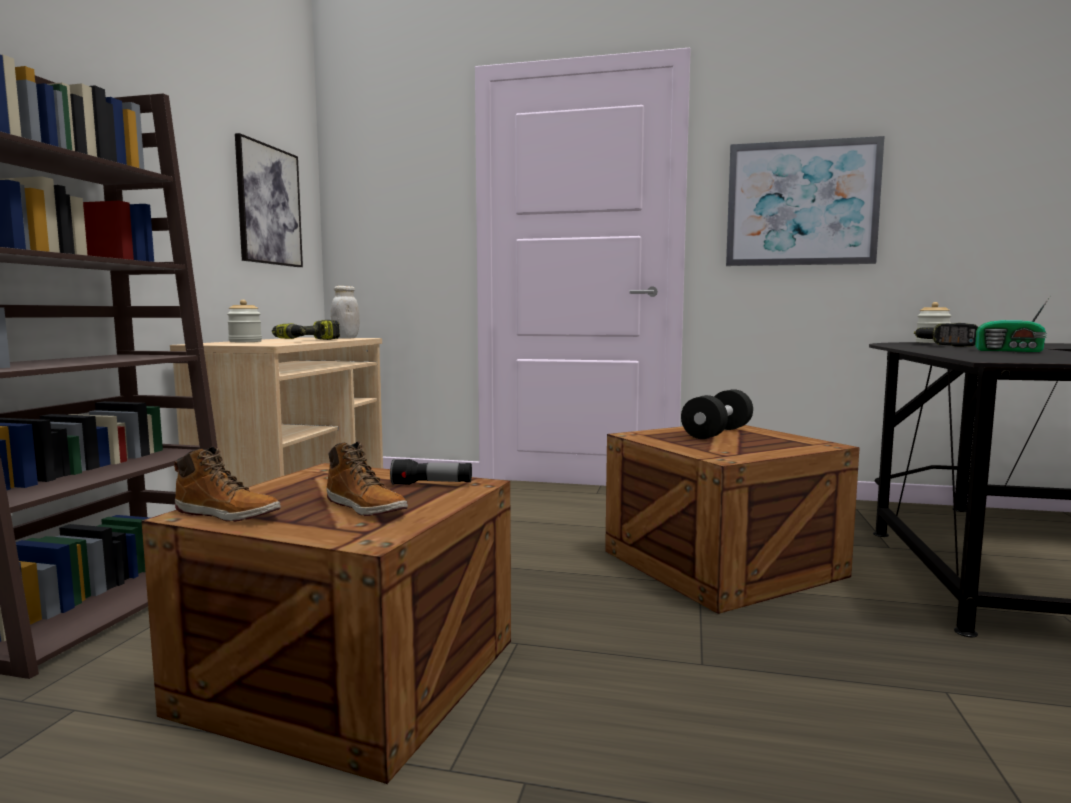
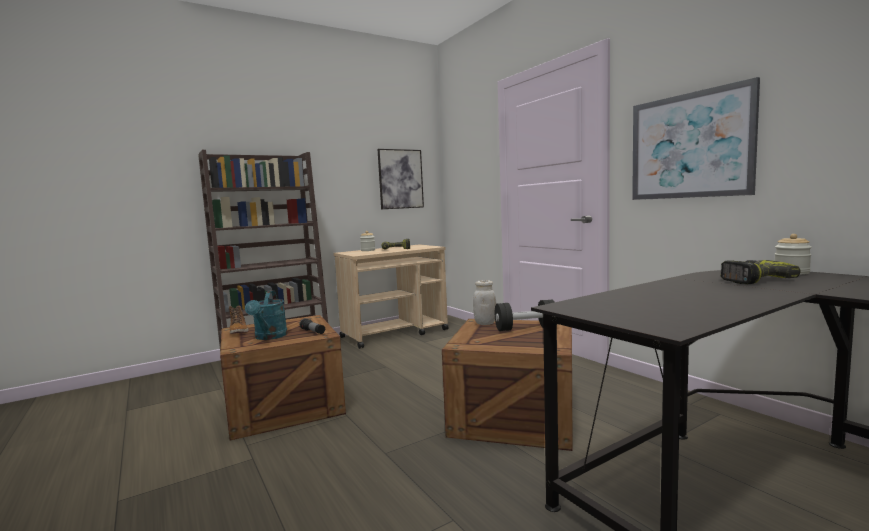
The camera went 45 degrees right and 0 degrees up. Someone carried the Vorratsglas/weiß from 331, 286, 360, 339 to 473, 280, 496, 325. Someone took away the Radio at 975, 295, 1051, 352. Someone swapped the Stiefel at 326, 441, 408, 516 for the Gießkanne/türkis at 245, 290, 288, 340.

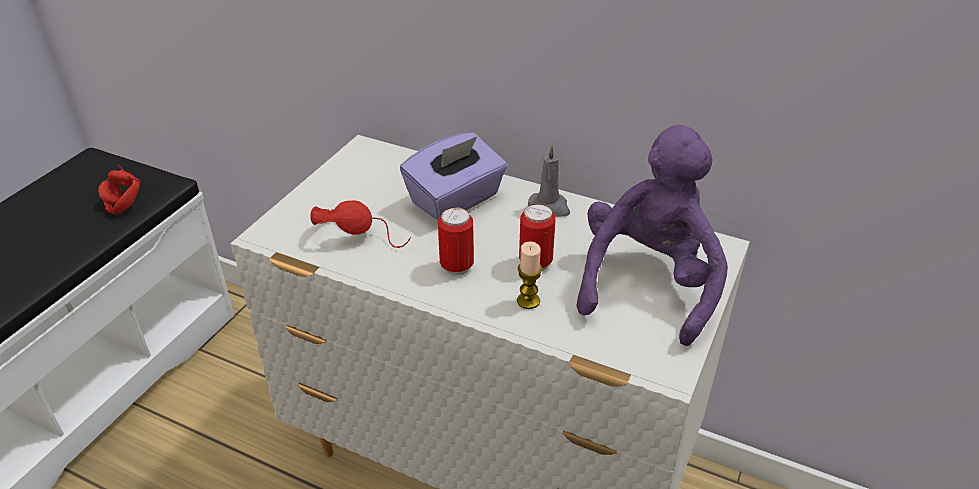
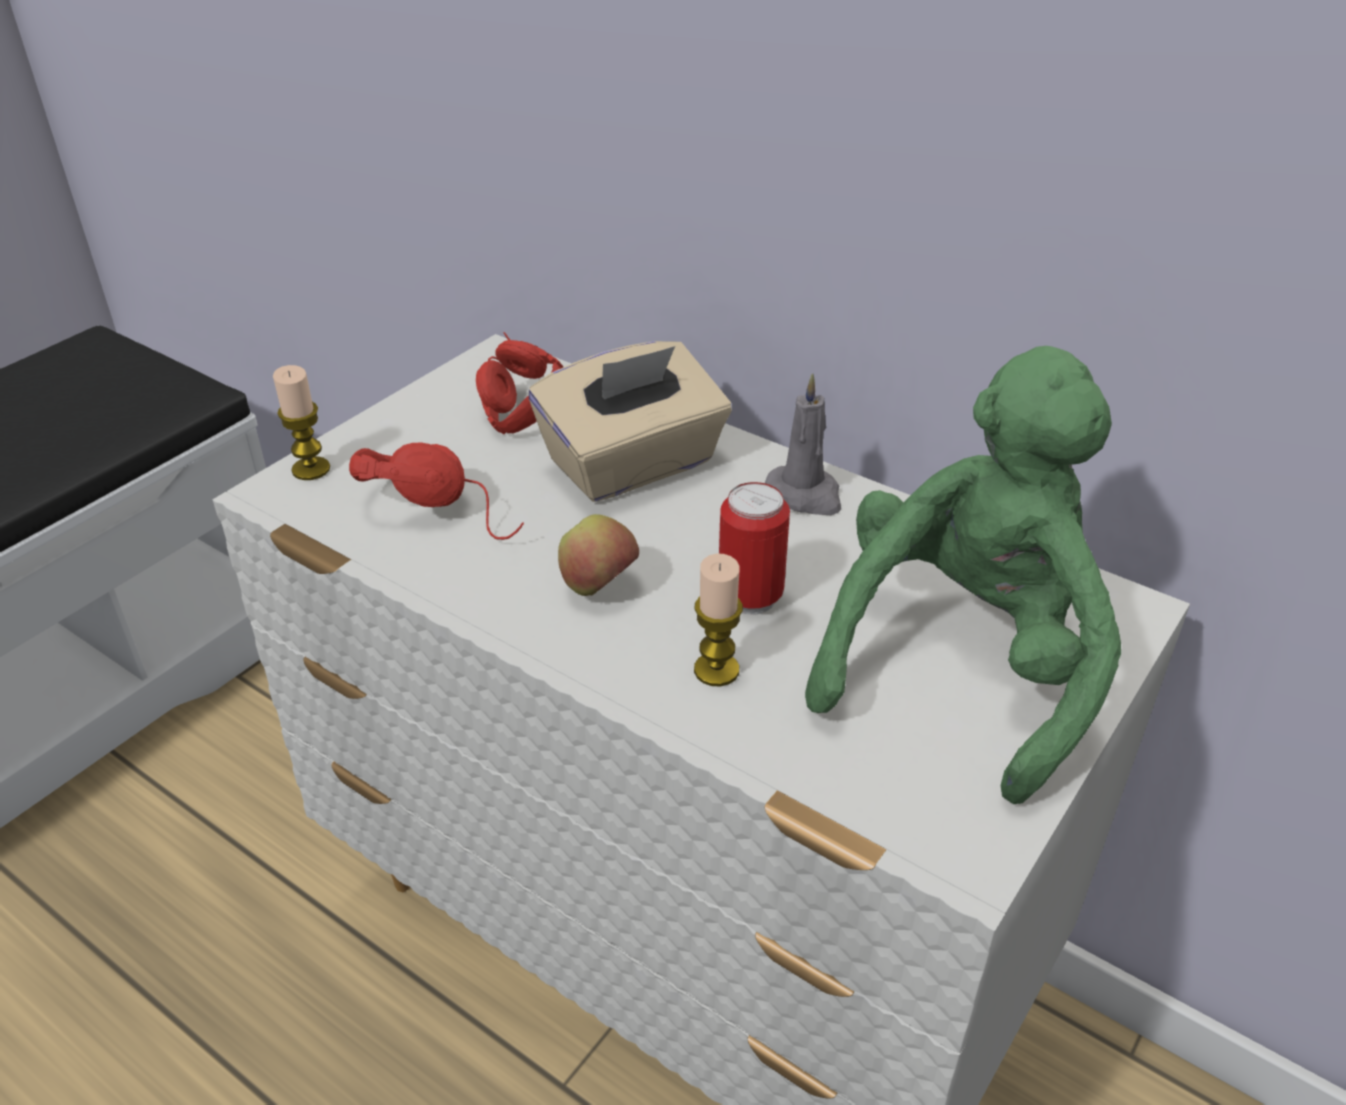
The camera went 10 degrees right and 0 degrees up. Someone repainted the Plüschtier/lila at 577, 125, 728, 346, which became the Plüschtier/grün at 805, 346, 1121, 804. Someone repainted the Taschentuchbox/lila at 400, 132, 507, 221, which became the Taschentuchbox/beige at 529, 341, 732, 502. Someone carried the Kopfhörer/rot from 98, 164, 141, 214 to 476, 332, 563, 434. Someone swapped the Dose at 438, 207, 474, 275 for the Apfel at 558, 514, 639, 596. Someone put down the Kerze at 273, 365, 330, 480.

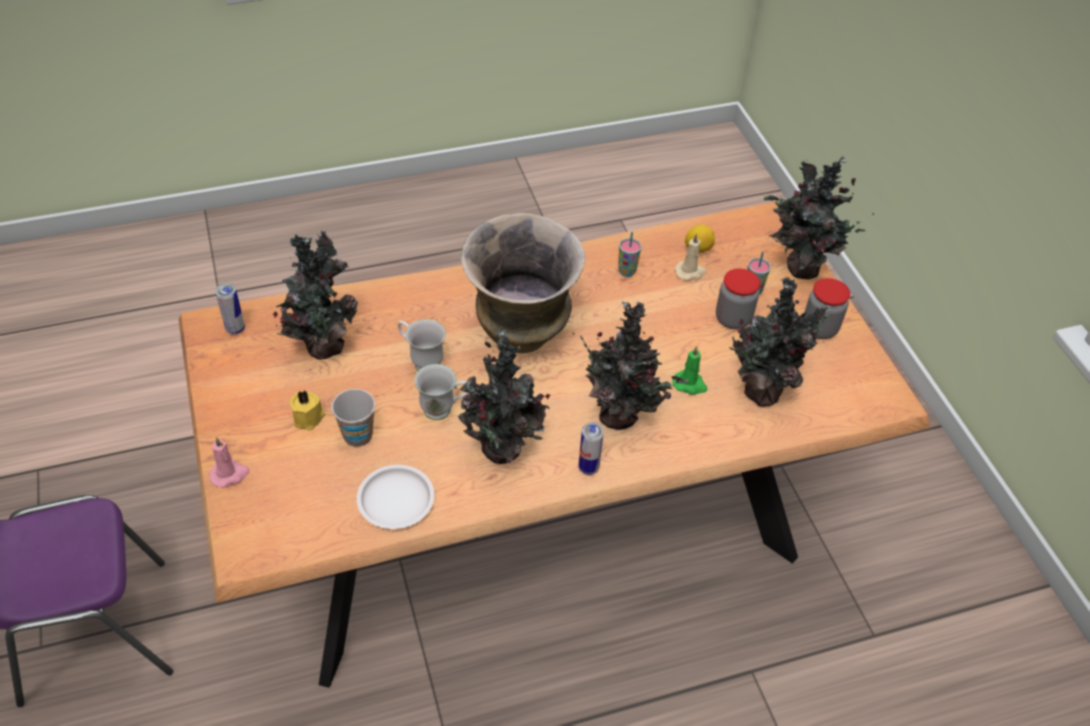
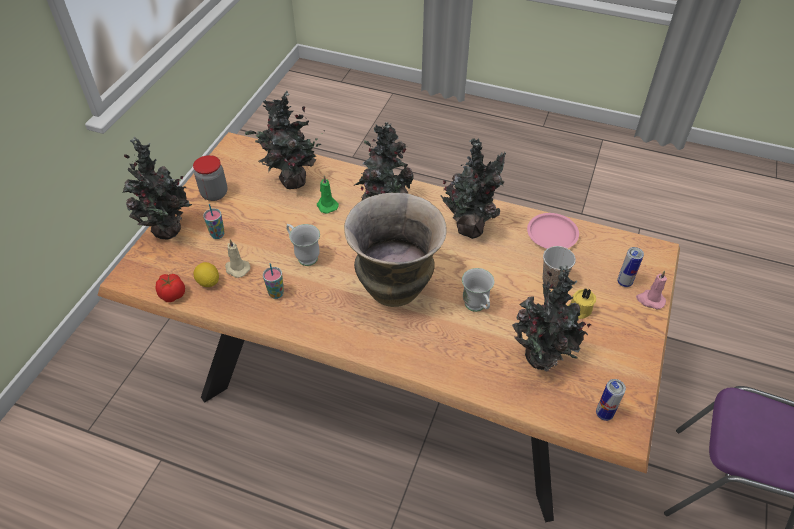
The camera went 140 degrees left and 0 degrees up. Someone took away the Vorratsglas at 716, 269, 760, 329. Someone carried the Henkelbecher/weiß from 414, 364, 469, 420 to 286, 224, 320, 266. Someone carried the Dose from 579, 422, 604, 475 to 617, 247, 644, 287. Someone repainted the Teller/weiß at 357, 465, 434, 529, which became the Teller/rosa at 527, 213, 579, 249. Someone put down the Tomate at 156, 273, 185, 302.

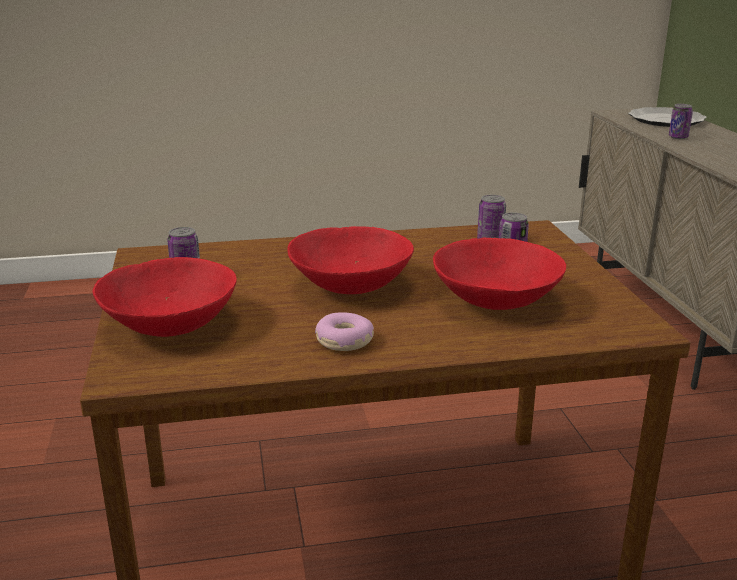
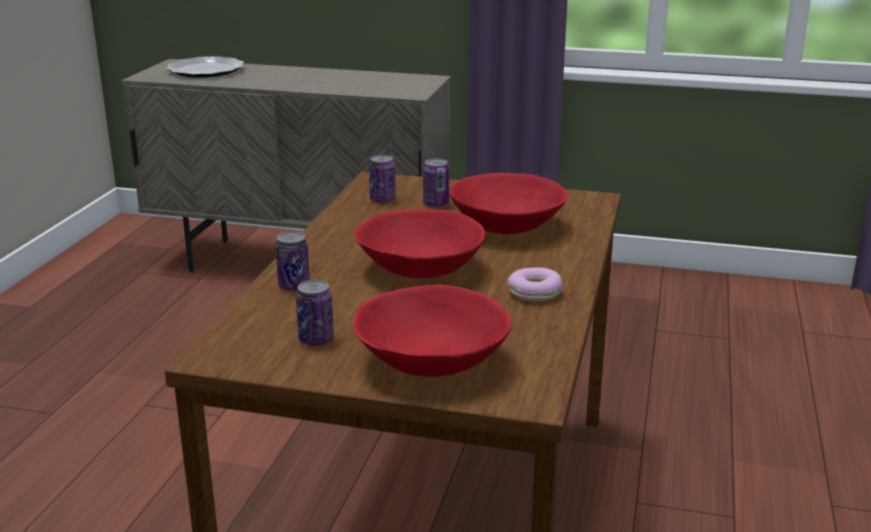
The camera went 65 degrees left and 0 degrees up. Someone carried the Dose from 669, 104, 693, 139 to 276, 232, 310, 291.

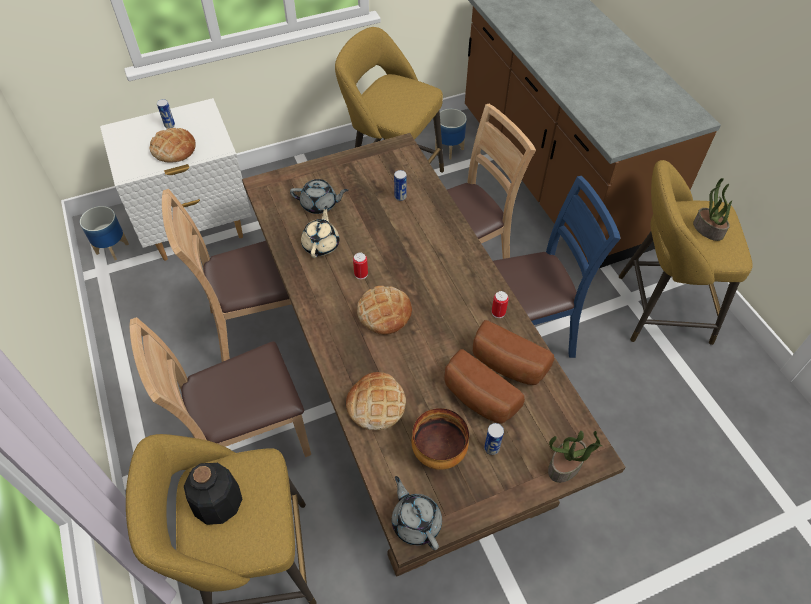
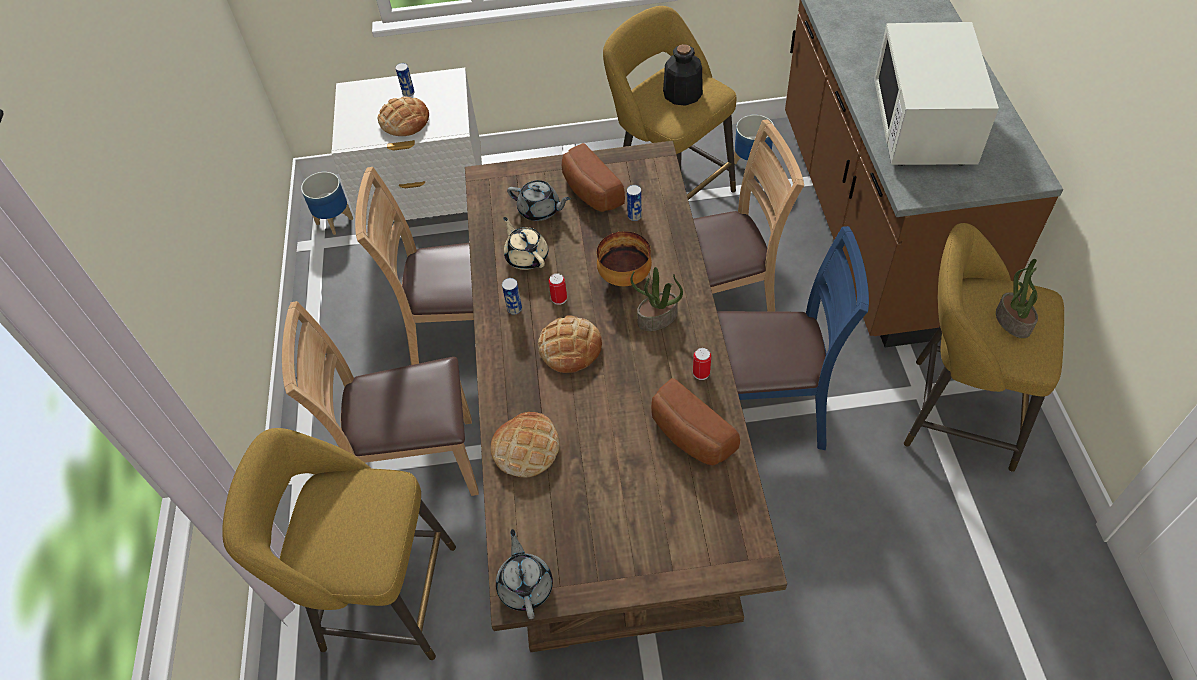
The camera went 20 degrees right and 0 degrees up. Someone rotated the Teekanne/beige at 301, 206, 339, 258 by 60 degrees counterclockwise. Someone carried the Brot from 444, 349, 525, 423 to 562, 143, 625, 212. Someone carried the Schüssel from 411, 408, 469, 470 to 597, 231, 652, 286. Someone carried the Dose from 484, 423, 504, 455 to 502, 278, 522, 315. Someone carried the Topfpflanze from 548, 431, 602, 483 to 631, 267, 683, 331. Someone carried the Flasche from 184, 463, 242, 525 to 663, 44, 703, 106. Someone put down the Mikrowelle/weiß at 874, 22, 999, 166.

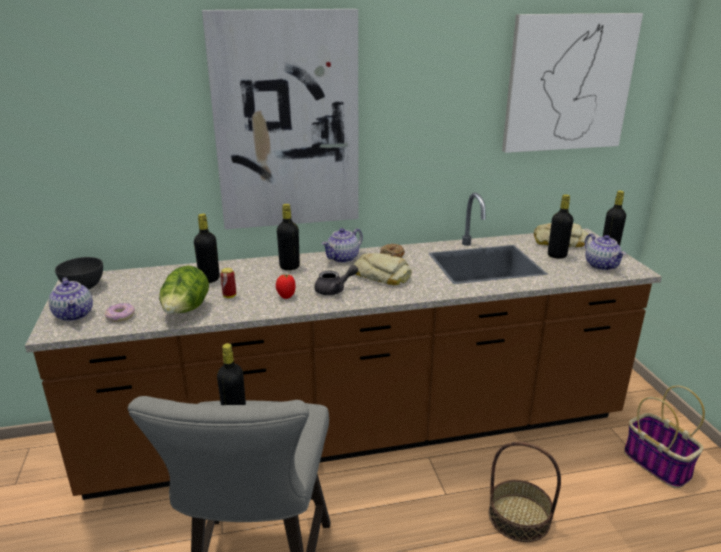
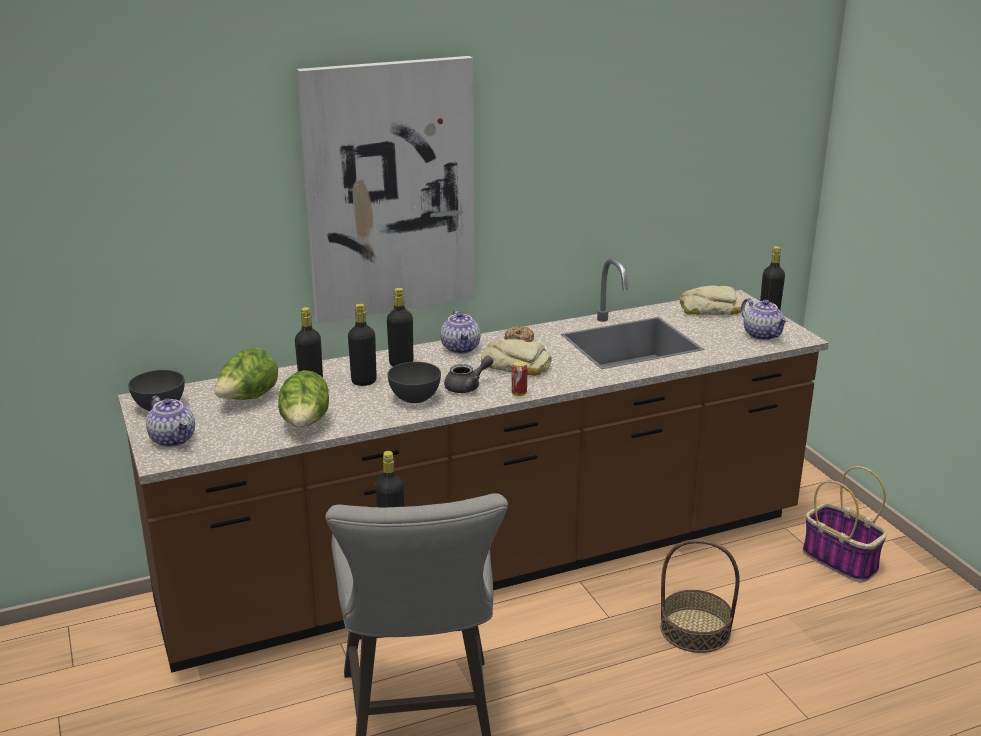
The camera went 10 degrees left and 0 degrees up. Someone took away the Bild at 502, 13, 643, 153. Someone carried the Flasche/schwarz from 548, 194, 573, 259 to 348, 304, 377, 386. Someone rotated the Teekanne at 322, 228, 363, 263 by 45 degrees counterclockwise. Someone carried the Dose from 220, 268, 236, 298 to 511, 361, 527, 396. Someone swapped the Tomate at 276, 274, 296, 299 for the Schüssel/grau at 387, 362, 441, 403. Someone took away the Donut at 105, 303, 135, 322. Someone put down the Salatkopf at 214, 348, 278, 400.

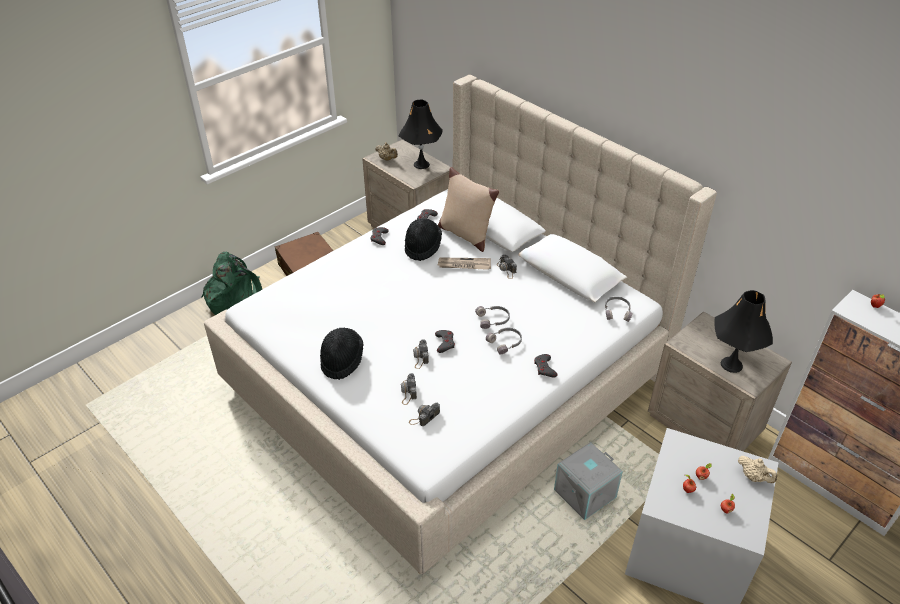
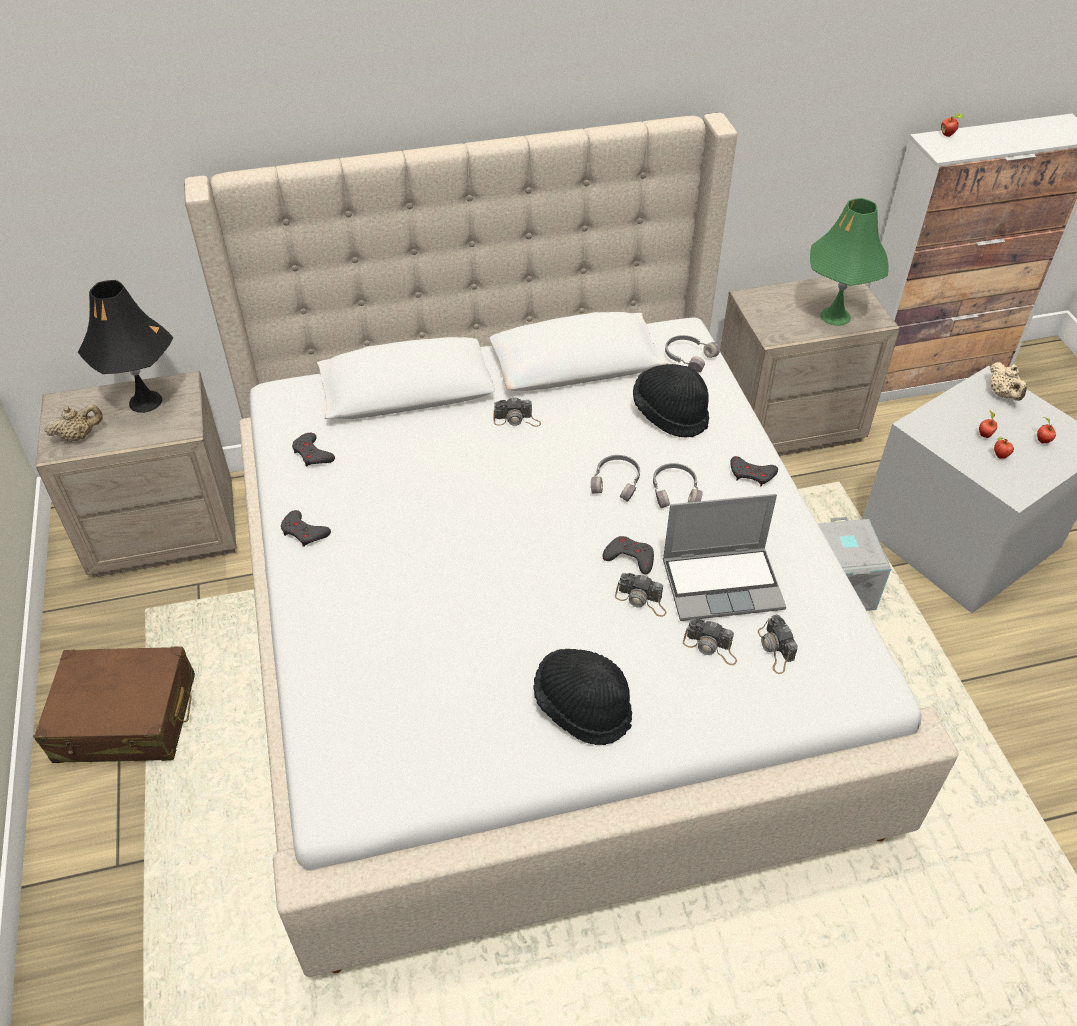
The camera went 60 degrees left and 5 degrees up. Someone took away the Kissen/beige at 438, 167, 499, 252. Someone carried the Hut/schwarz from 405, 218, 442, 261 to 633, 364, 709, 438. Someone took away the Rucksack/grün at 201, 252, 262, 315. Someone took away the Zeitung at 438, 258, 491, 270. Someone repainted the Tischlampe/schwarz at 714, 290, 773, 373, which became the Tischlampe/grün at 810, 198, 889, 326. Someone rotated the Teekanne/beige at 738, 456, 777, 483 by 90 degrees clockwise. Someone put down the Laptop at 663, 494, 786, 621.

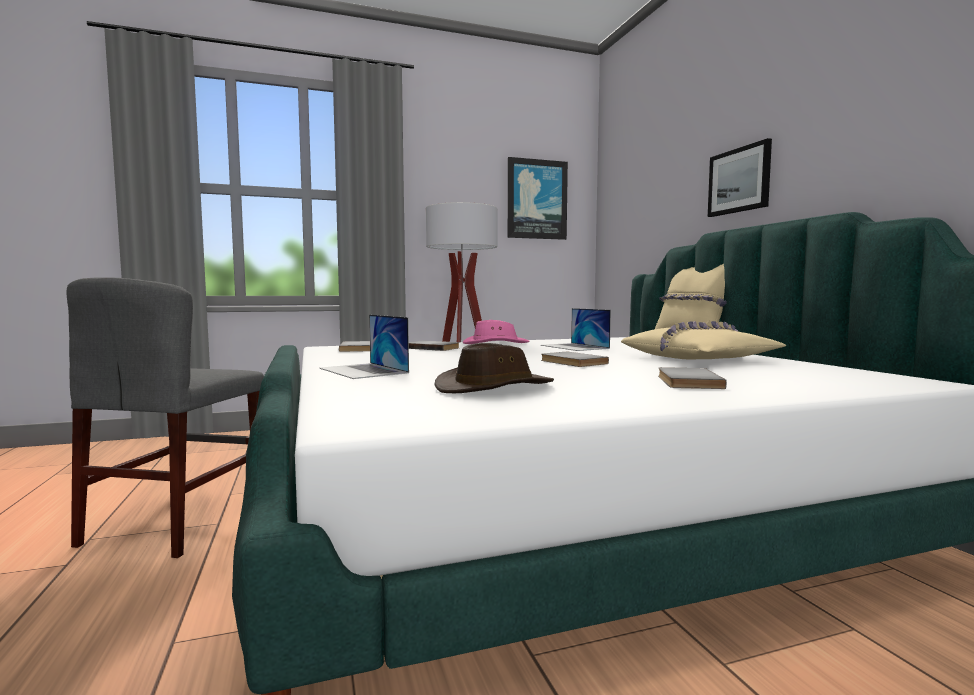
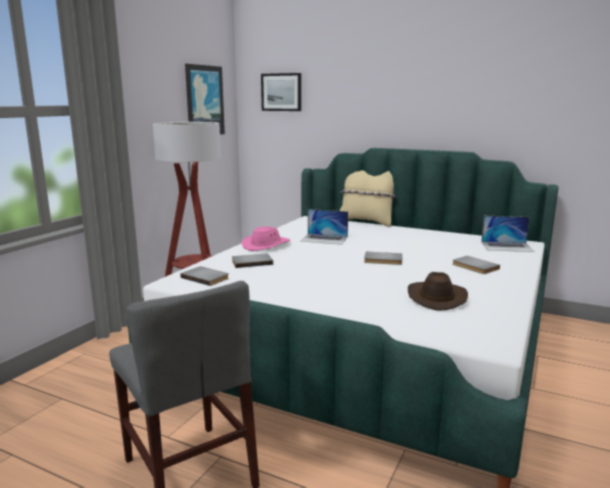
The camera went 45 degrees left and 10 degrees up. Someone carried the Bild from 708, 138, 772, 217 to 261, 73, 301, 111. Someone carried the Laptop from 319, 315, 409, 379 to 481, 216, 535, 252. Someone took away the Kissen/beige at 621, 321, 787, 359.

